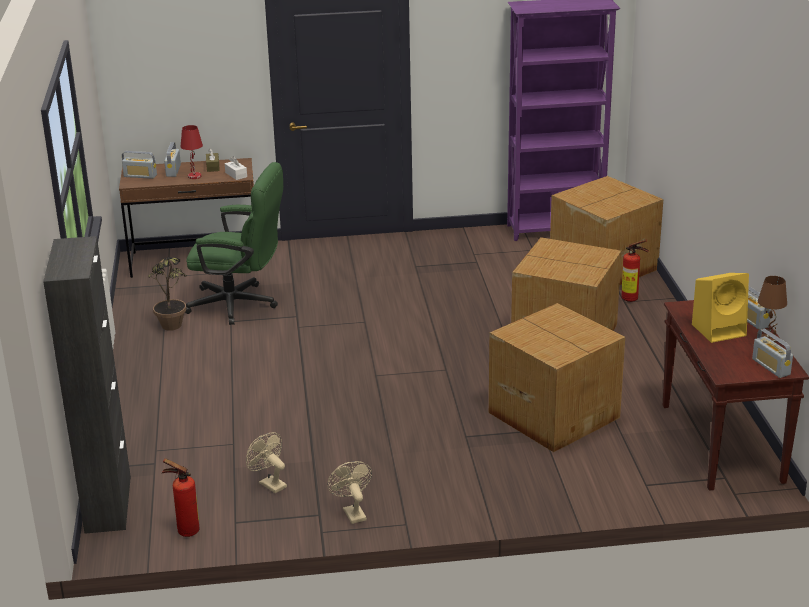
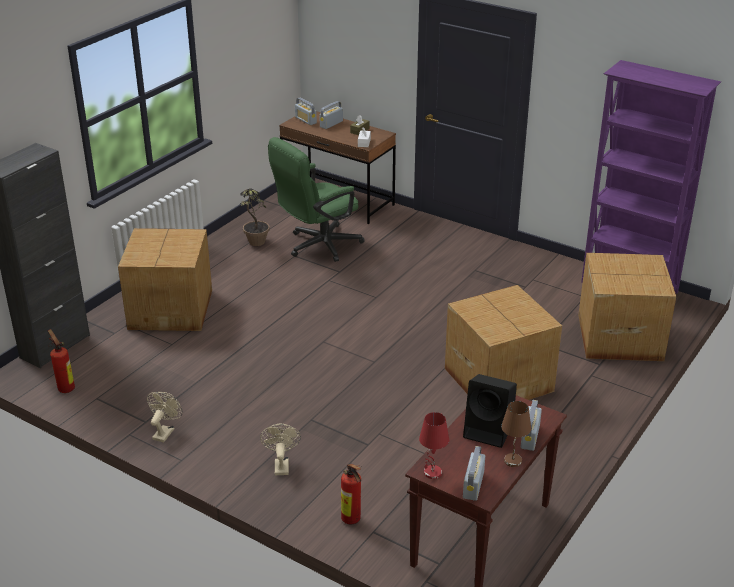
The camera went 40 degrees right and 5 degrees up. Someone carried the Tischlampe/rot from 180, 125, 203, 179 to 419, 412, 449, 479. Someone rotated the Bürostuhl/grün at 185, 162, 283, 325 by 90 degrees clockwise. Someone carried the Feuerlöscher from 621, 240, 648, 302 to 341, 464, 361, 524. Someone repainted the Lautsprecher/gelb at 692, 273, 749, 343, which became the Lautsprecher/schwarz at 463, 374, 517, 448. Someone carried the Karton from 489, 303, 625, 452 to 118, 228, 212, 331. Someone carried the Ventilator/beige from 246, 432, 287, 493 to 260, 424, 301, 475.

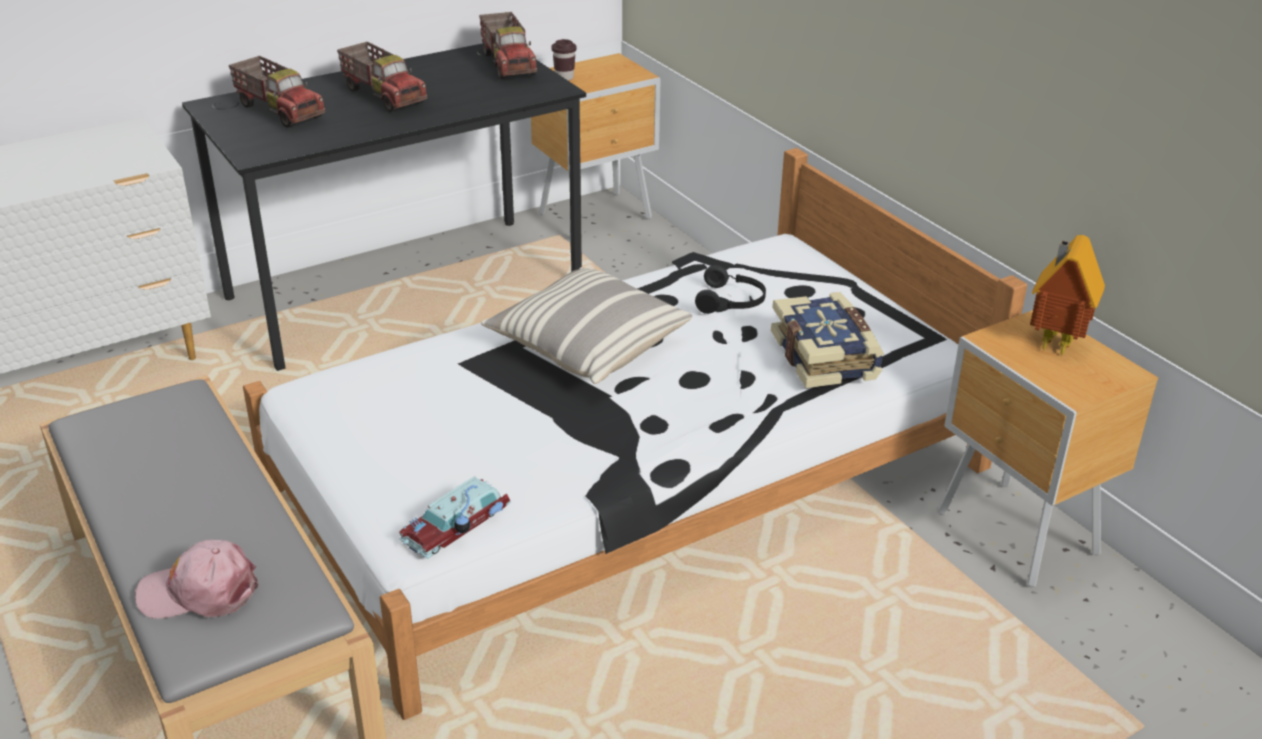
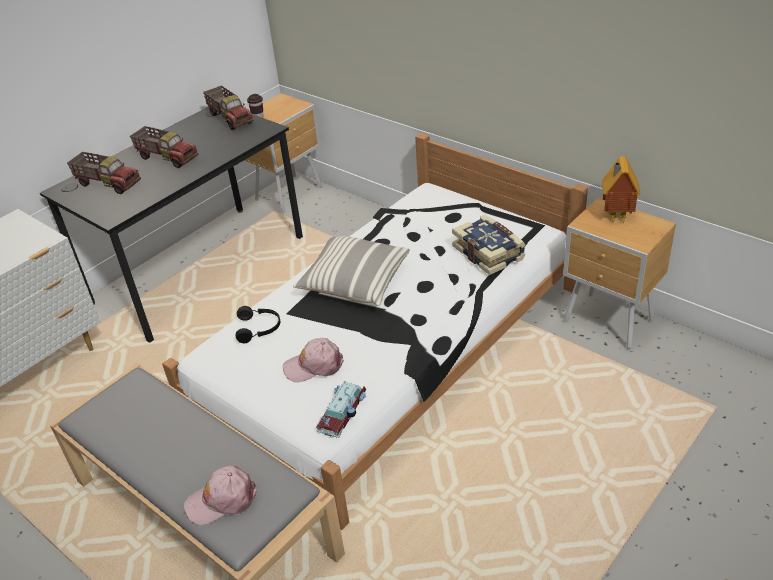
The camera went 15 degrees left and 5 degrees up. Someone carried the Kopfhörer/schwarz from 695, 265, 766, 314 to 236, 306, 280, 343. Someone put down the Kappe/rosa at 283, 338, 344, 382.

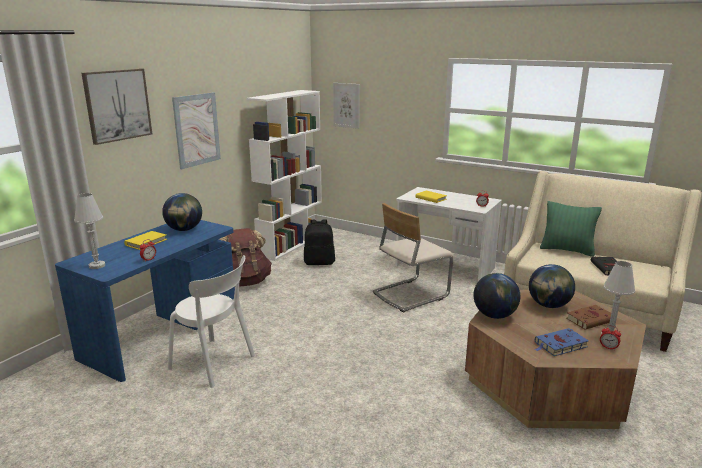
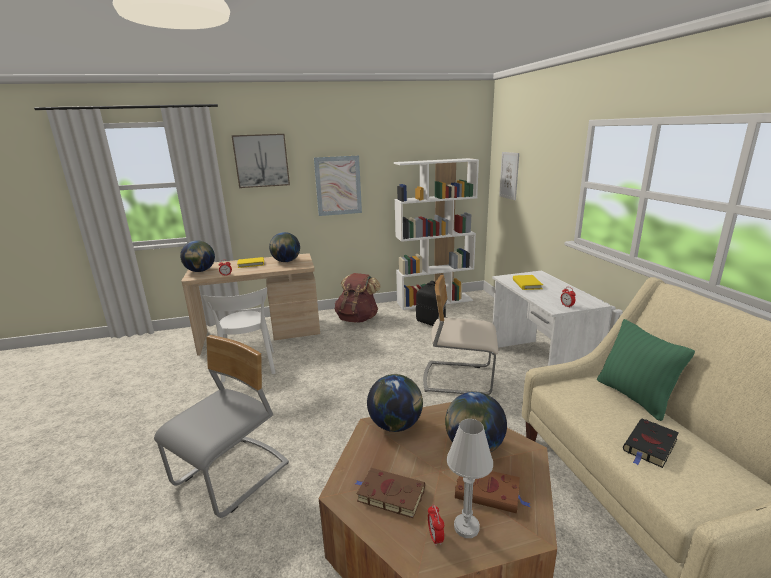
The camera went 45 degrees right and 0 degrees up. Someone swapped the Tischlampe/weiß at 74, 193, 105, 269 for the Globus at 180, 240, 215, 272. Someone repainted the Schreibtisch/blau at 55, 220, 235, 382, which became the Schreibtisch/beige at 182, 253, 320, 356. Someone repainted the Buch/blau at 535, 328, 589, 356, which became the Buch/braun at 355, 468, 425, 518. Someone put down the Stuhl/grau at 154, 335, 289, 518.

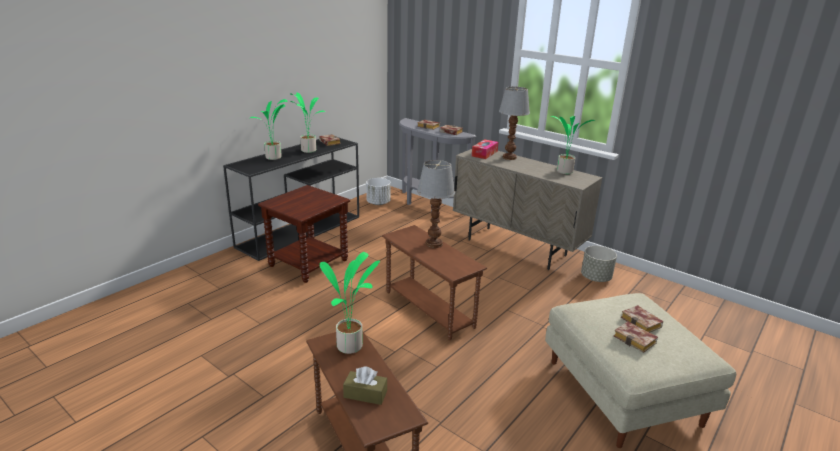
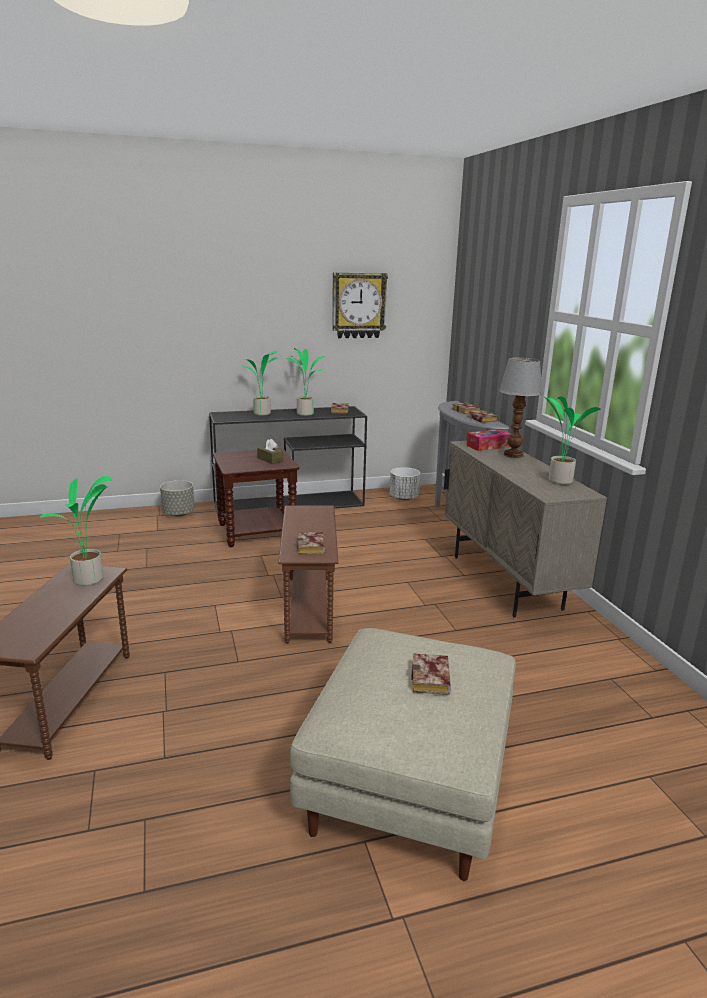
The camera went 35 degrees right and 5 degrees down. Someone took away the Tischlampe at 417, 160, 455, 248. Someone carried the Pflanzkübel/grau from 581, 246, 617, 282 to 160, 480, 195, 516. Someone carried the Buch from 614, 322, 658, 353 to 297, 532, 325, 554. Someone carried the Taschentuchbox/braun from 343, 366, 387, 405 to 257, 439, 283, 464. Someone put up the Wanduhr at 332, 273, 388, 338.

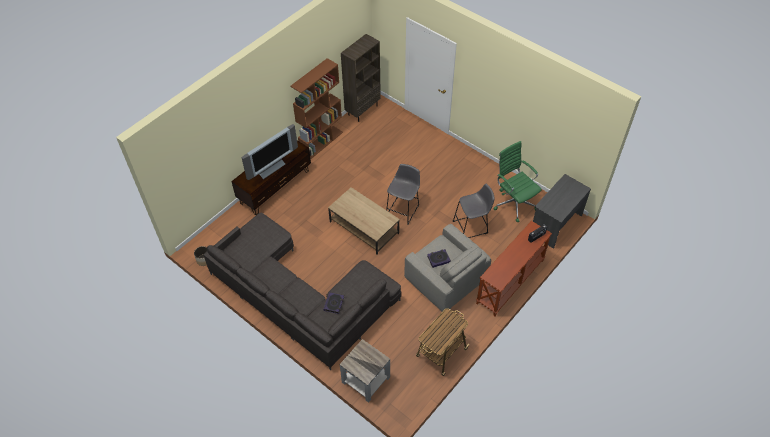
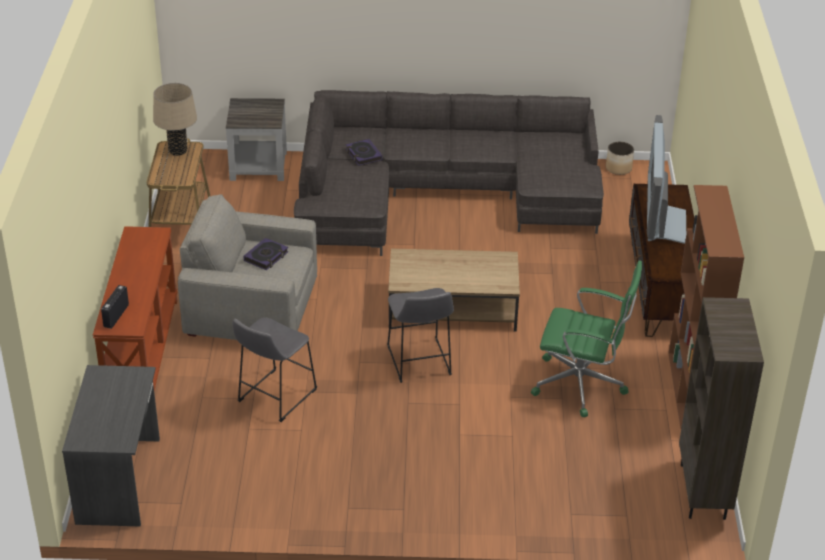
The camera went 140 degrees right and 15 degrees down. Someone carried the Bürostuhl/grün from 493, 141, 542, 222 to 531, 260, 642, 417. Someone put down the Tischlampe/beige at 153, 83, 197, 156.

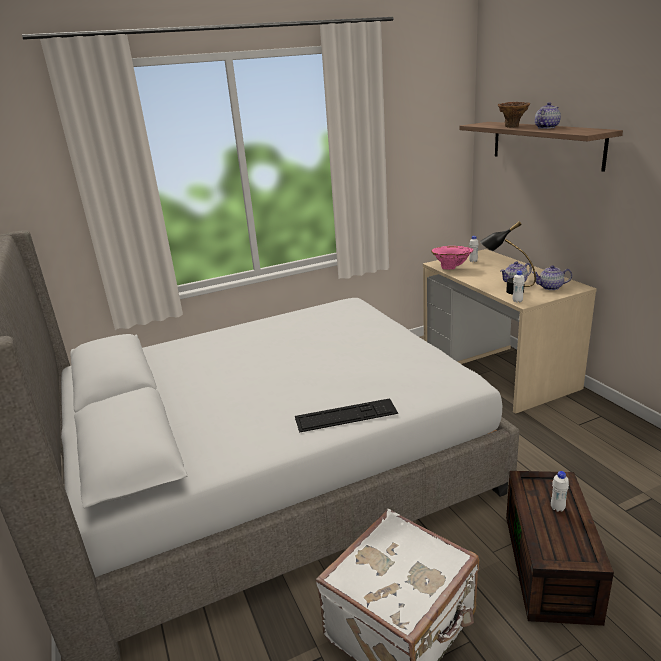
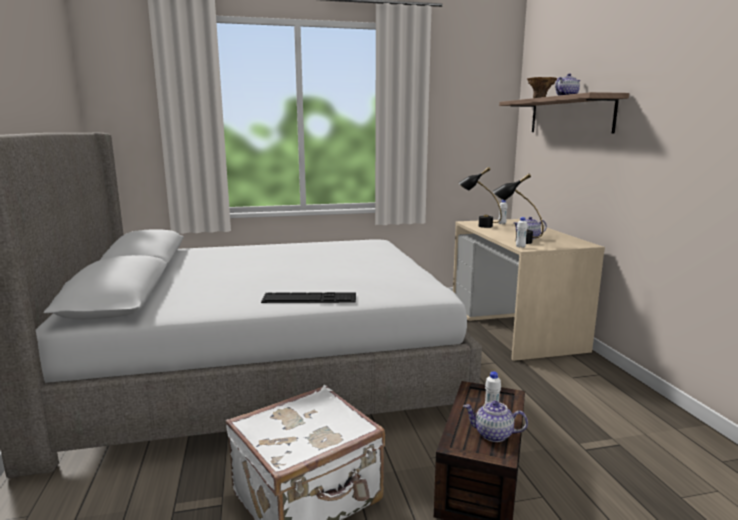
The camera went 10 degrees right and 10 degrees down. Someone swapped the Vase/rosa at 431, 246, 473, 270 for the Tischlampe/schwarz at 459, 167, 502, 228. Someone carried the Teekanne from 532, 265, 572, 290 to 464, 400, 528, 442.

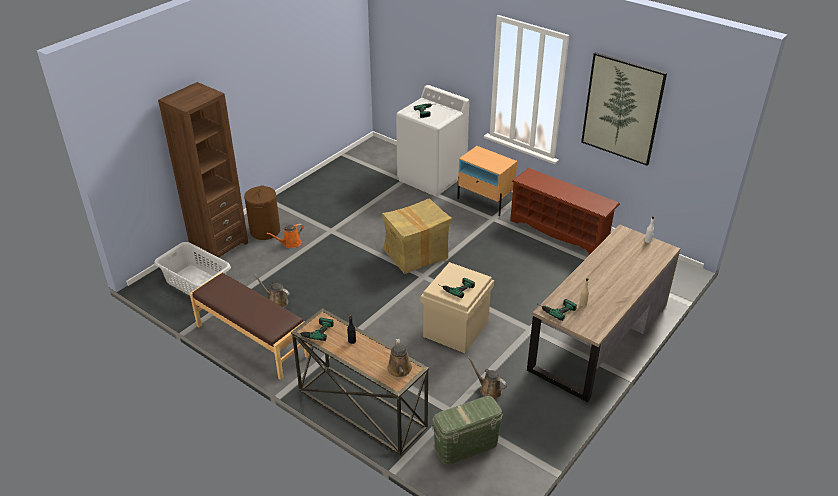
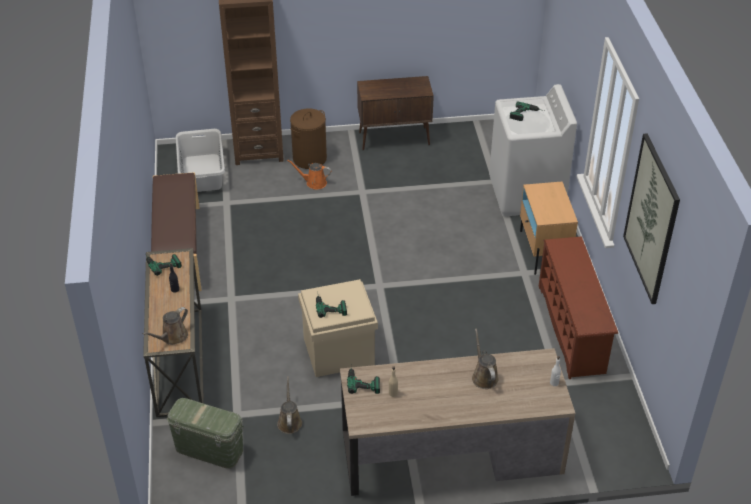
The camera went 45 degrees right and 5 degrees up. Someone took away the Karton at 382, 198, 452, 274. Someone carried the Gießkanne/braun from 254, 274, 290, 308 to 472, 328, 499, 389. Someone put down the Schrank/braun at 357, 76, 434, 151.

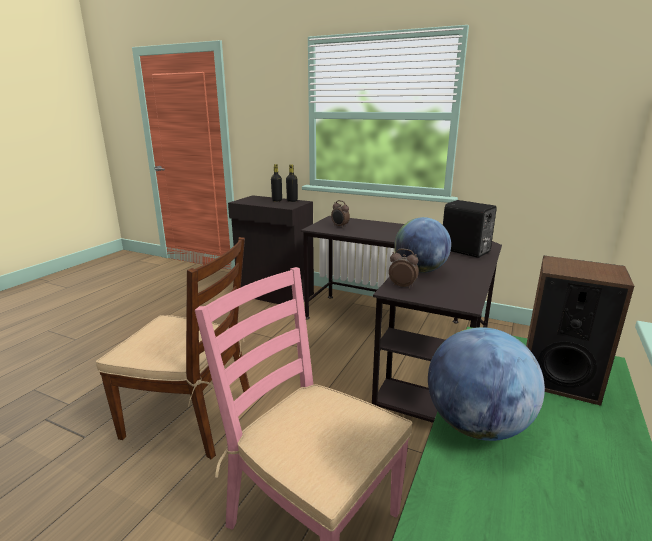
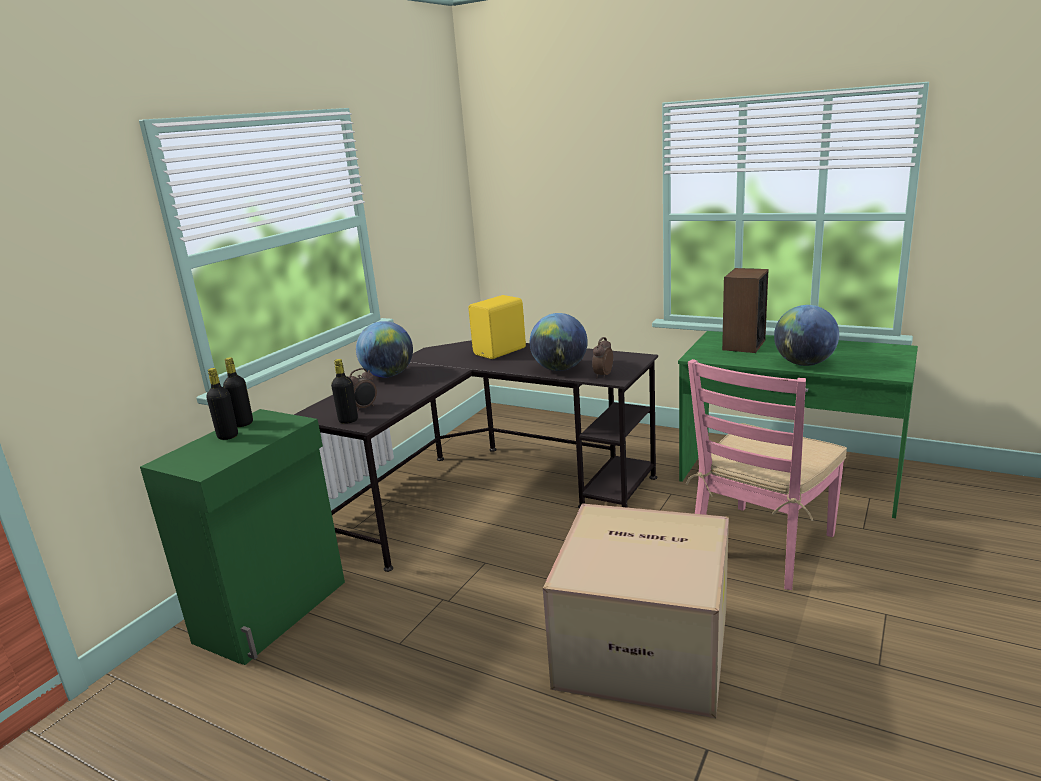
The camera went 85 degrees left and 0 degrees up. Someone repainted the Schrank/schwarz at 228, 195, 314, 304, which became the Schrank/grün at 140, 409, 345, 665. Someone repainted the Lautsprecher/schwarz at 443, 200, 497, 258, which became the Lautsprecher/gelb at 468, 295, 526, 359. Someone swapped the Stuhl/braun at 96, 237, 250, 459 for the Karton at 543, 503, 729, 718. Someone put down the Globus at 356, 321, 413, 377. Someone put down the Flasche/schwarz at 331, 359, 358, 424.

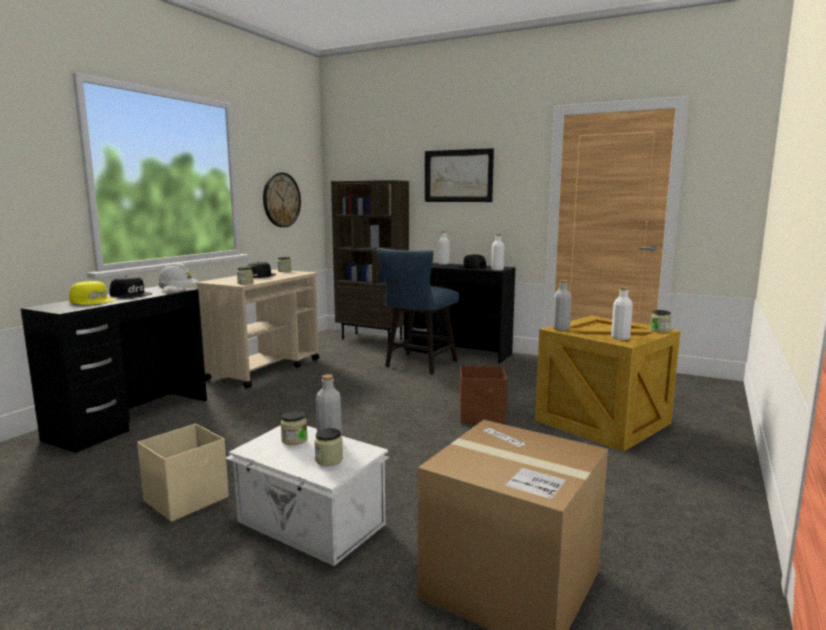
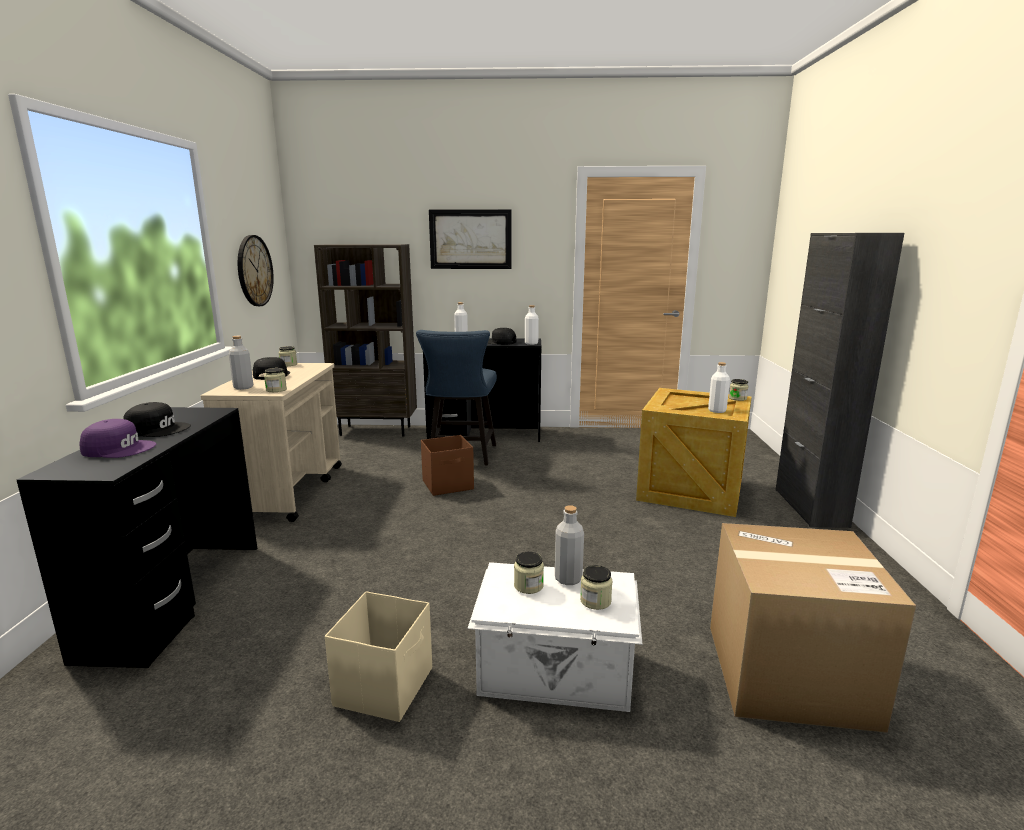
The camera went 25 degrees left and 5 degrees up. Someone took away the Schutzhelm/weiß at 158, 263, 198, 289. Someone carried the Flasche/grau from 552, 280, 572, 331 to 229, 336, 253, 390. Someone repainted the Kappe/gelb at 69, 281, 116, 305, which became the Kappe/lila at 80, 419, 157, 458. Someone carried the Aufbewahrungsbox/braun from 460, 366, 508, 425 to 421, 435, 474, 496. Someone put down the Schrank/schwarz at 775, 233, 904, 528.

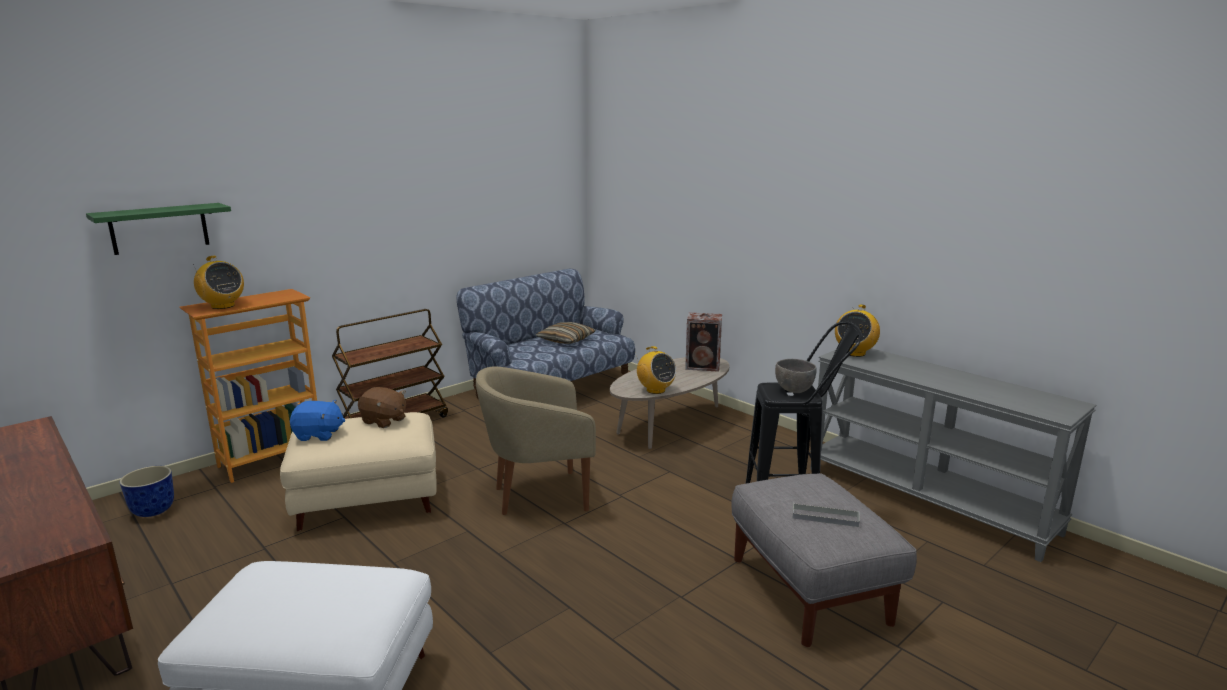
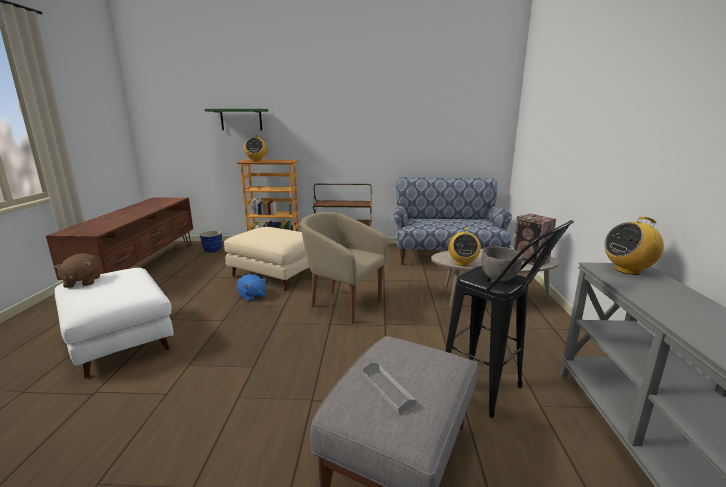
The camera went 45 degrees right and 0 degrees up. Someone took away the Kissen at 536, 322, 596, 344. Someone carried the Plüschtier/braun from 358, 387, 406, 428 to 54, 253, 100, 288. Someone carried the Plüschtier/blau from 290, 400, 345, 441 to 237, 274, 266, 302.

